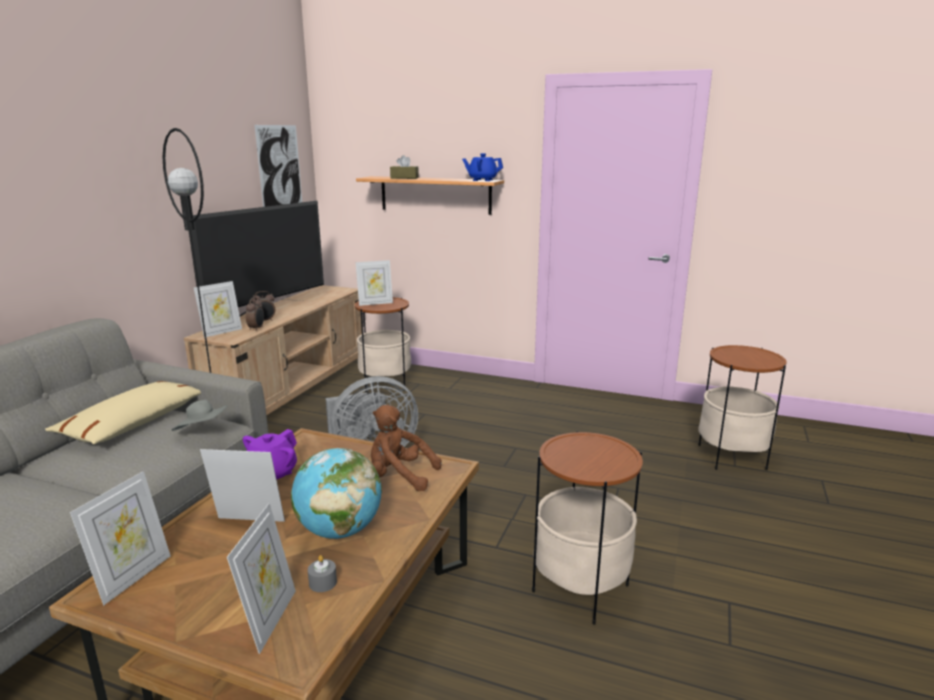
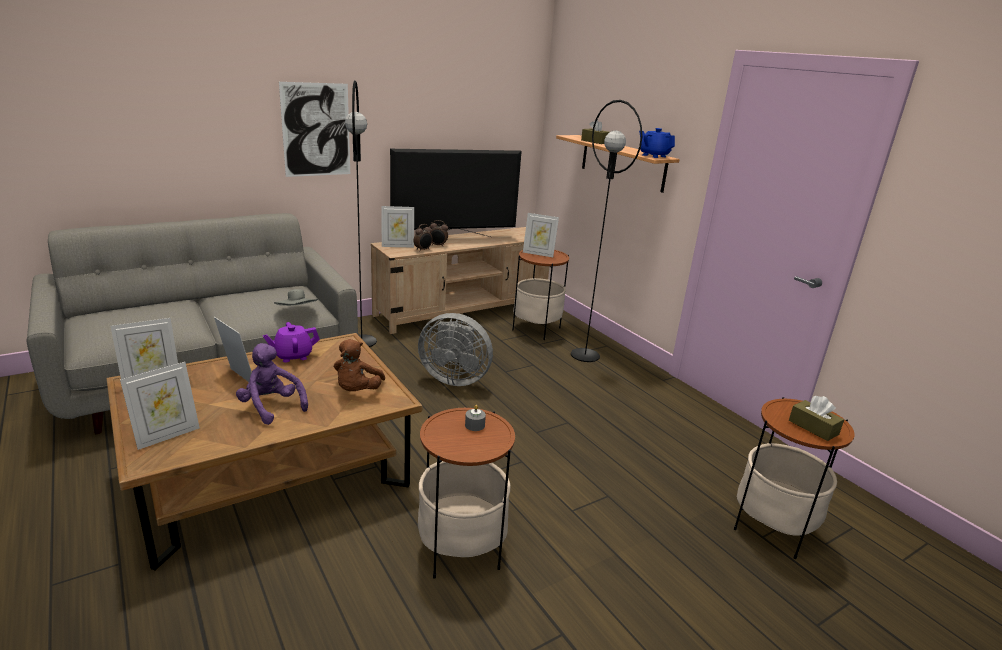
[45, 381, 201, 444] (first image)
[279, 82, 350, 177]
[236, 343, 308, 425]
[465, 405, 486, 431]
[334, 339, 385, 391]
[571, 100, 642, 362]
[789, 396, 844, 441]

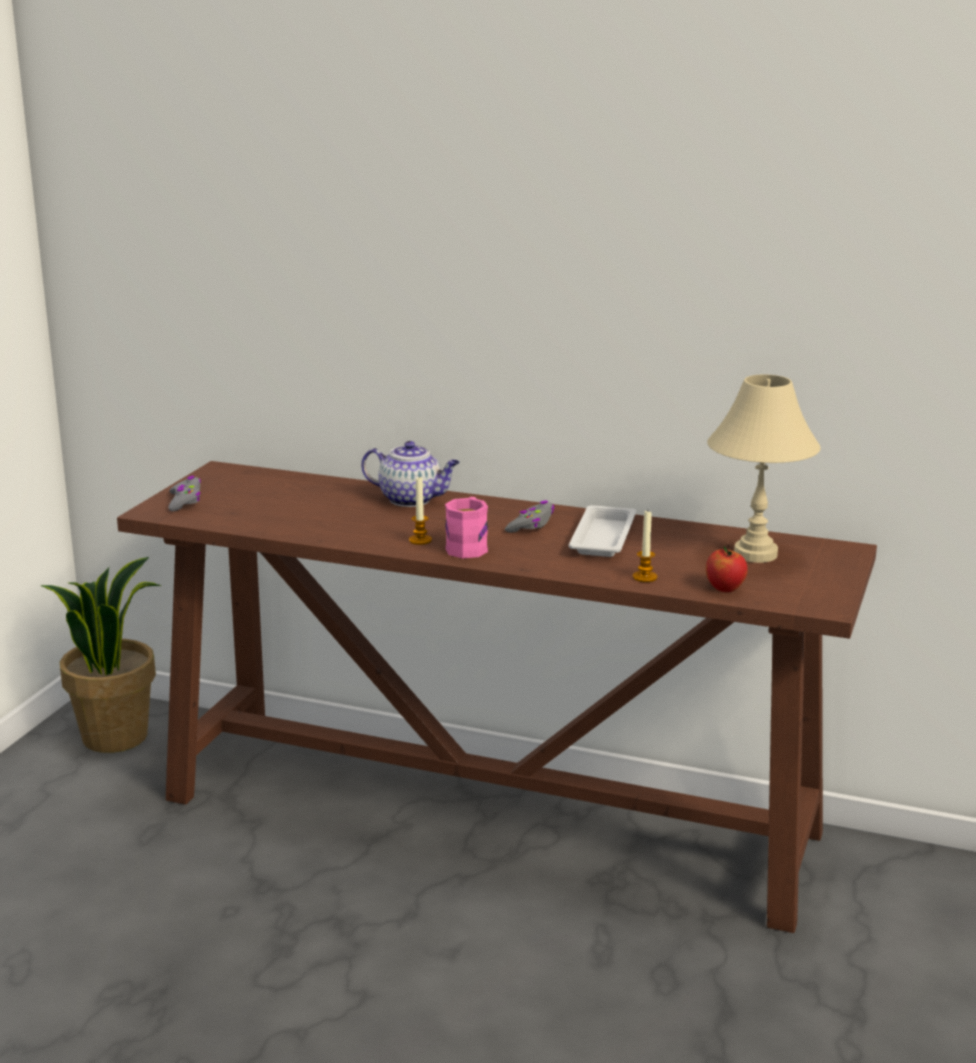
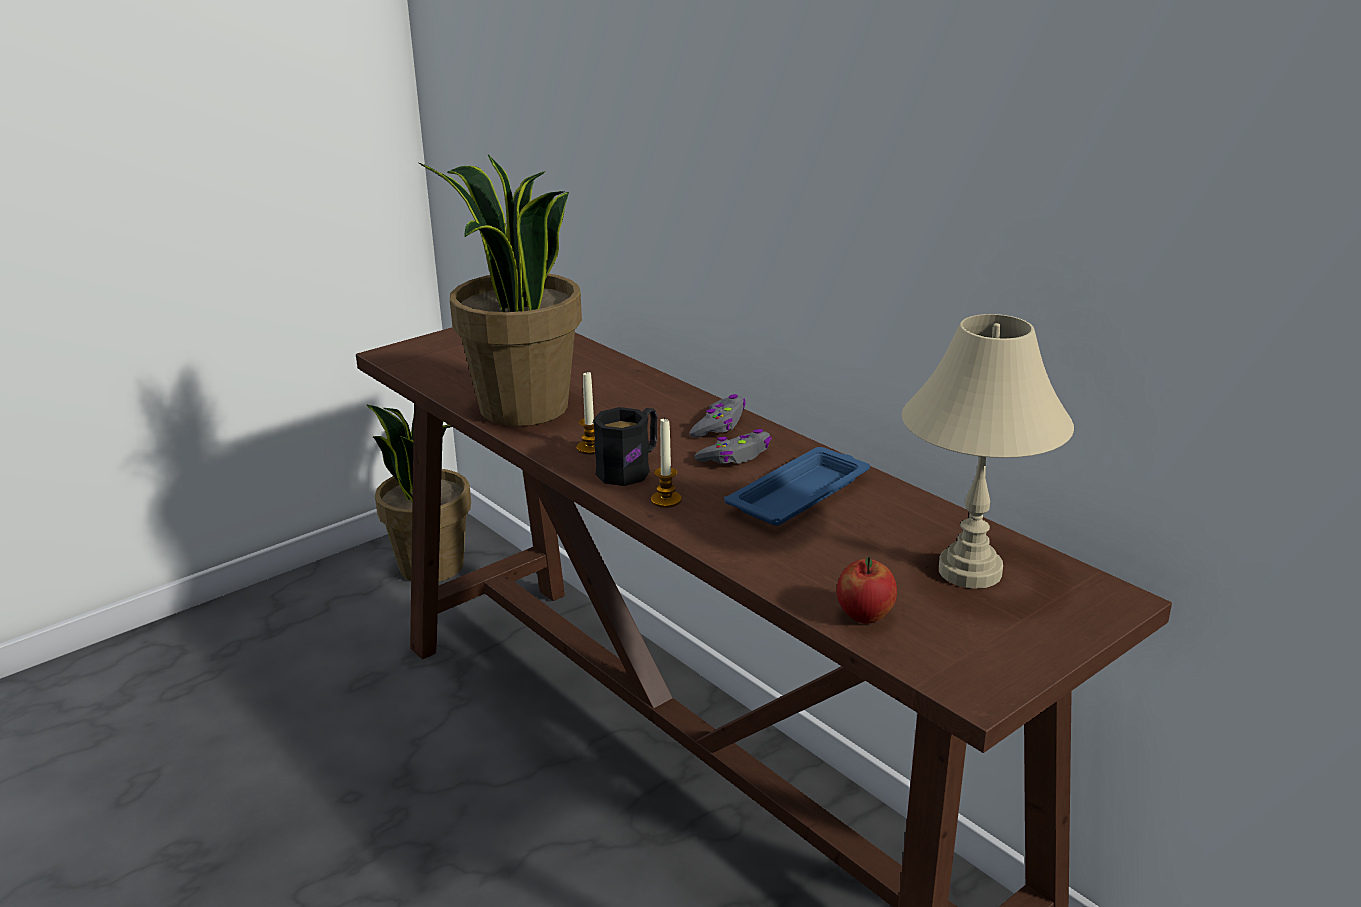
[690, 394, 746, 438]
[361, 441, 460, 507] (first image)
[593, 407, 657, 486]
[724, 447, 870, 526]
[651, 418, 682, 508]
[419, 155, 582, 426]

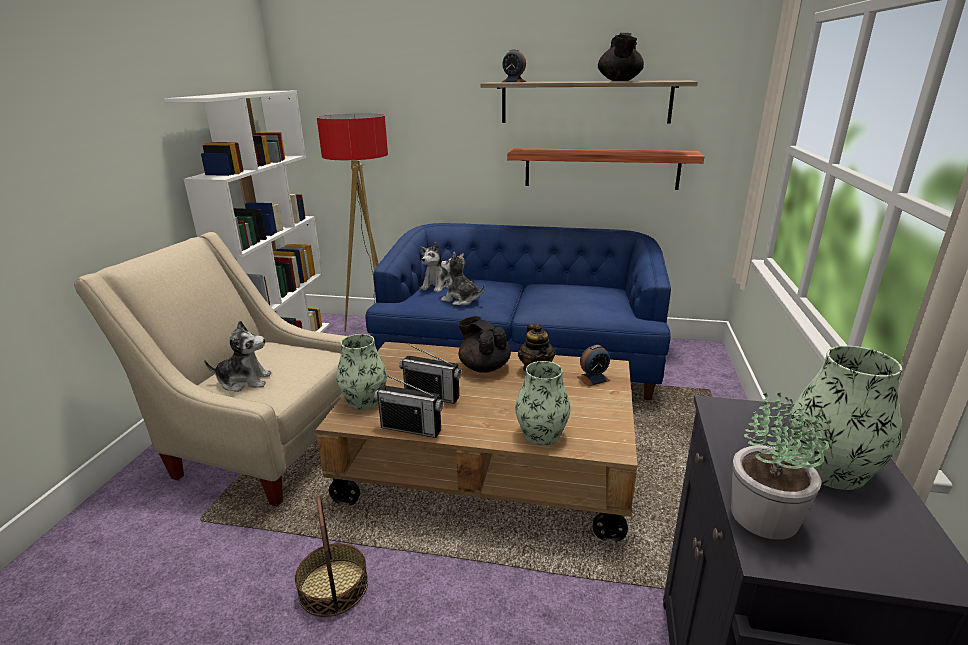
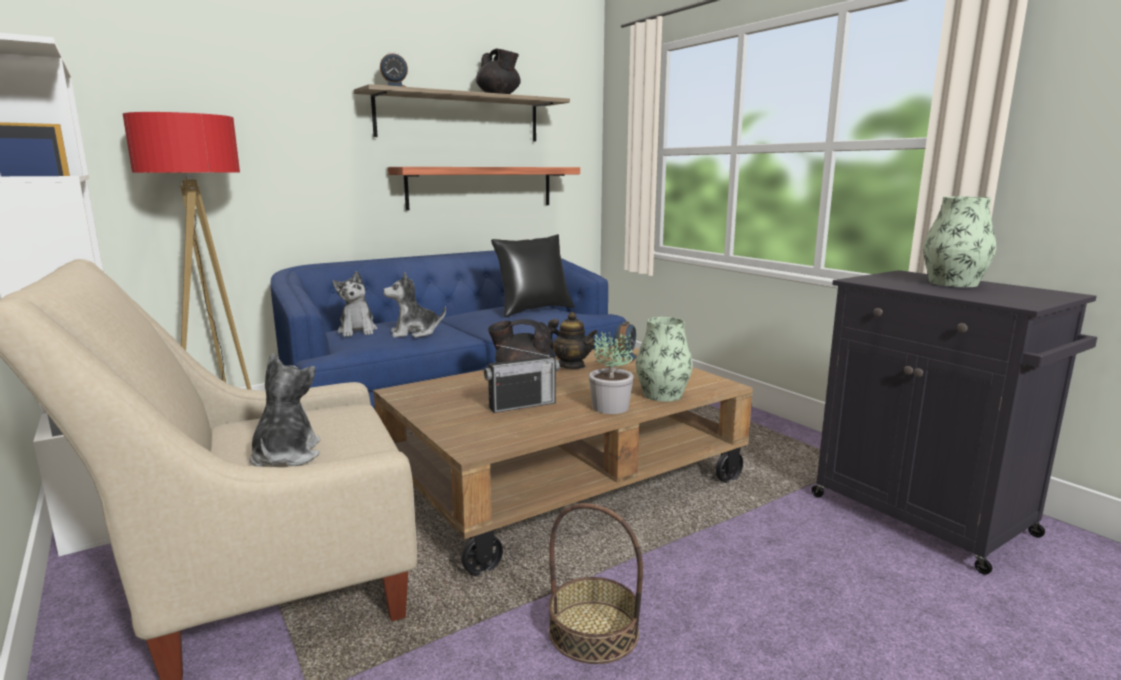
[249, 353, 320, 467]
[336, 334, 387, 410] (first image)
[374, 374, 443, 438] (first image)
[589, 332, 634, 414]
[491, 234, 575, 317]

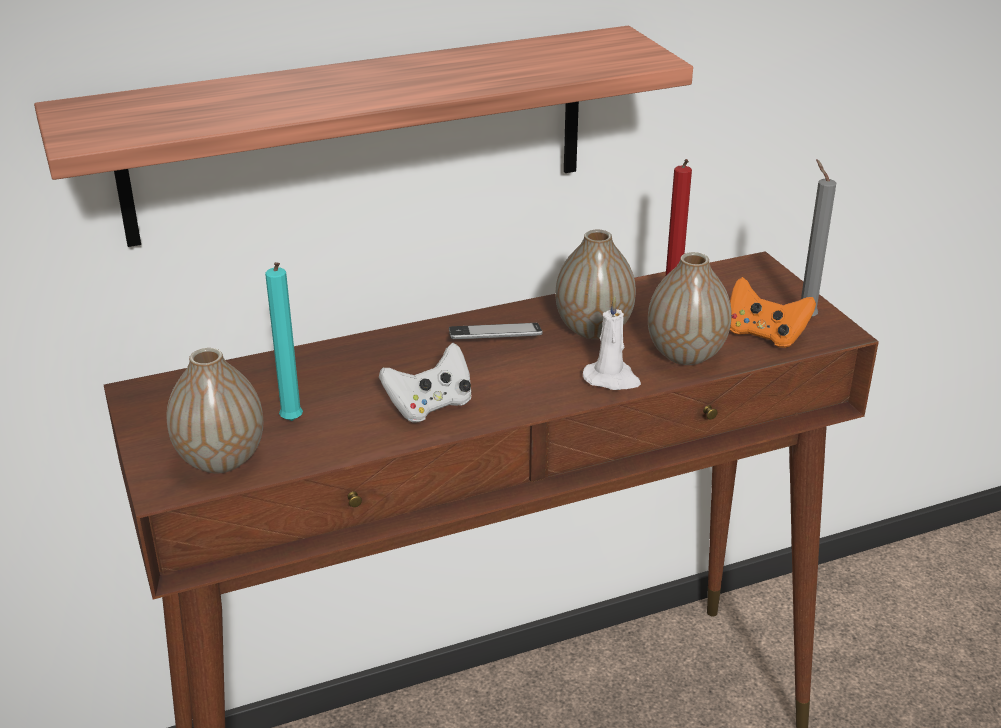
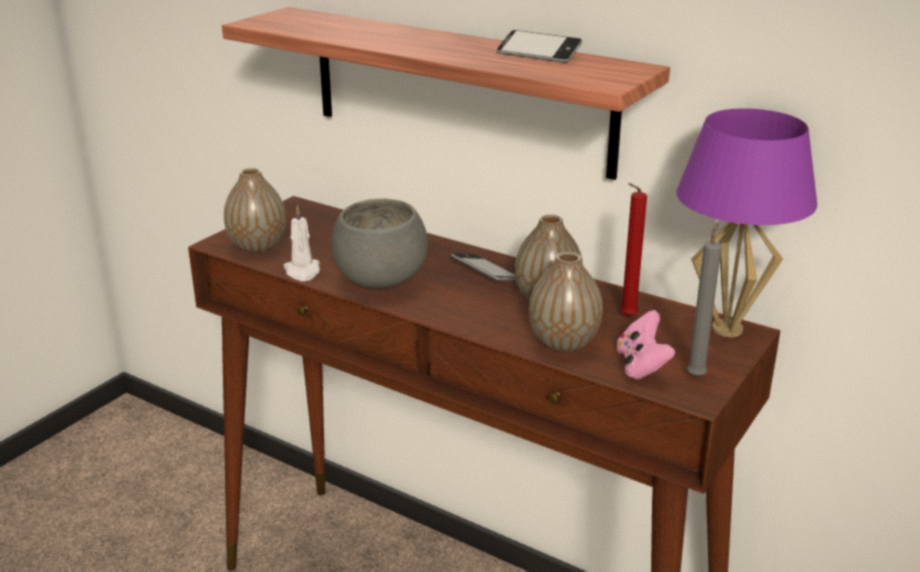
[265, 262, 303, 421] (first image)
[332, 198, 428, 289]
[283, 205, 320, 281]
[617, 310, 675, 379]
[497, 30, 582, 63]
[676, 108, 817, 337]

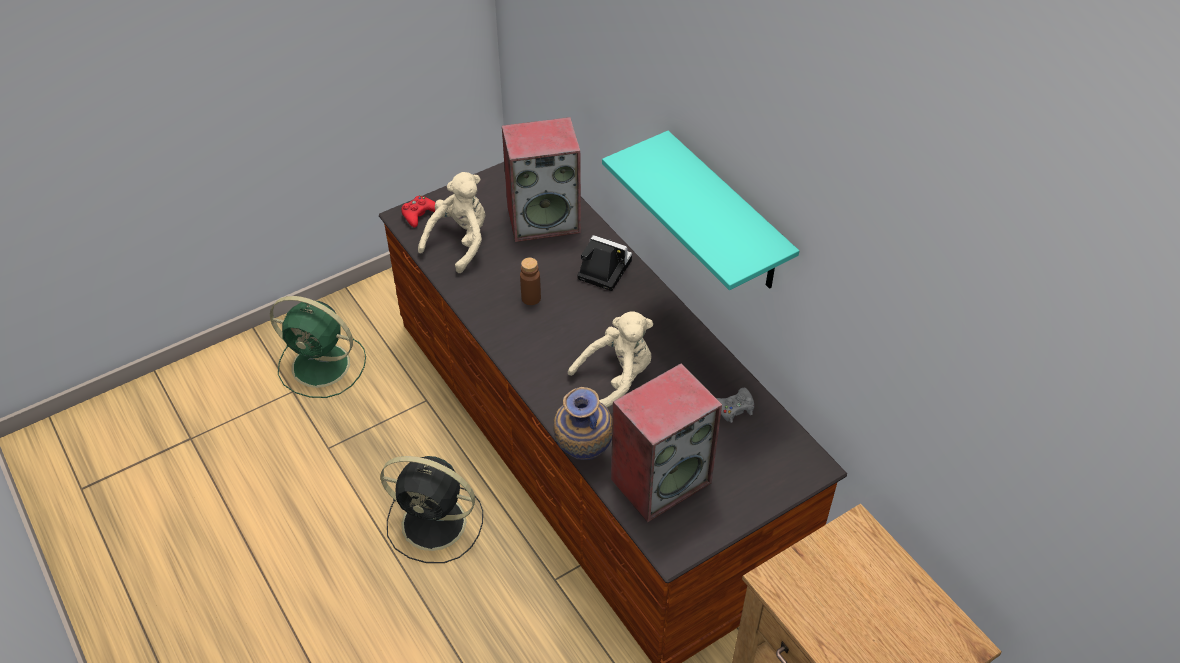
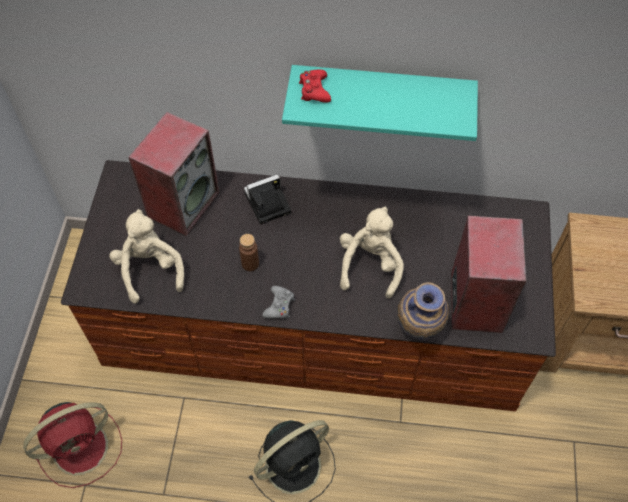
[23, 402, 122, 488]
[299, 70, 331, 103]
[262, 286, 295, 319]

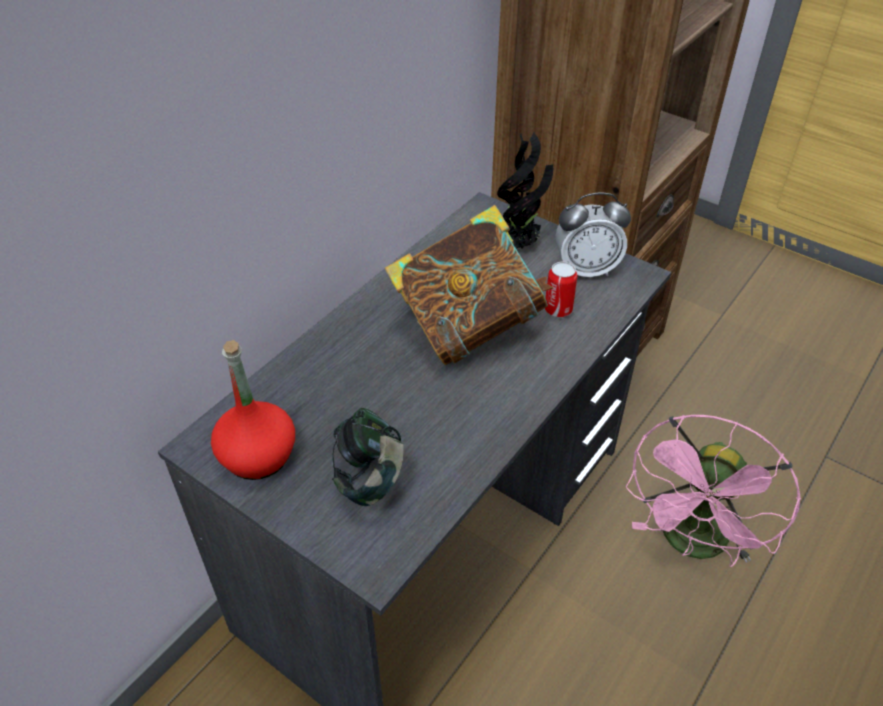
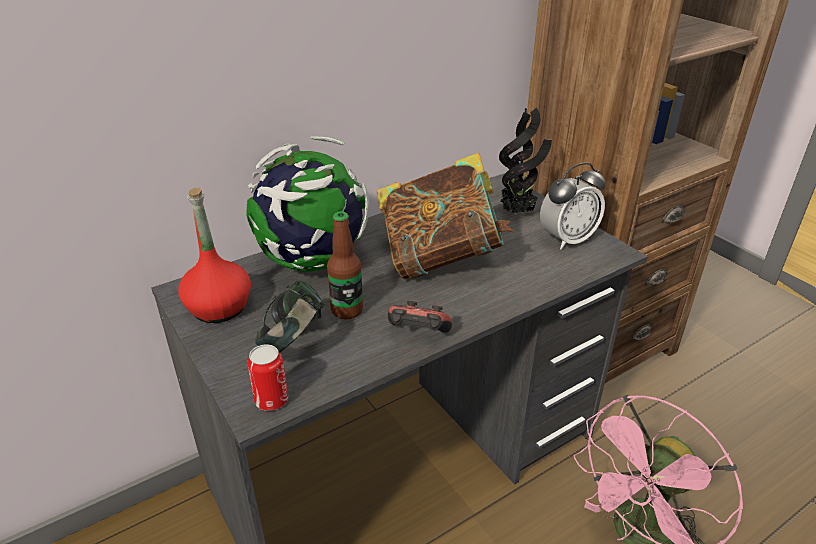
[247, 344, 288, 411]
[540, 163, 606, 250]
[247, 136, 369, 272]
[327, 212, 363, 319]
[388, 301, 452, 333]

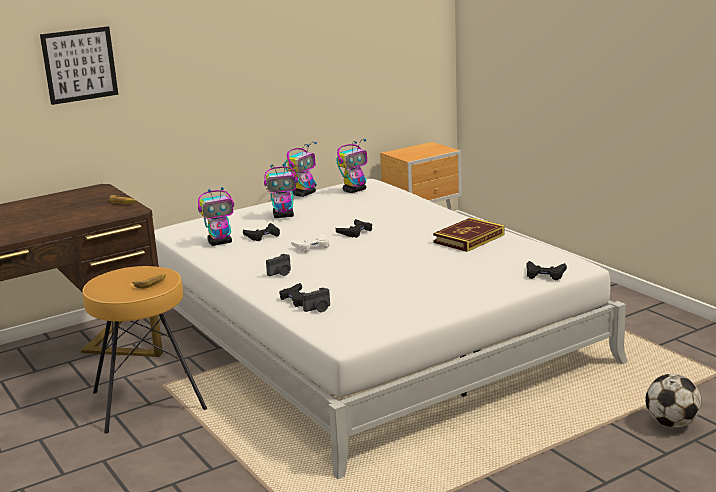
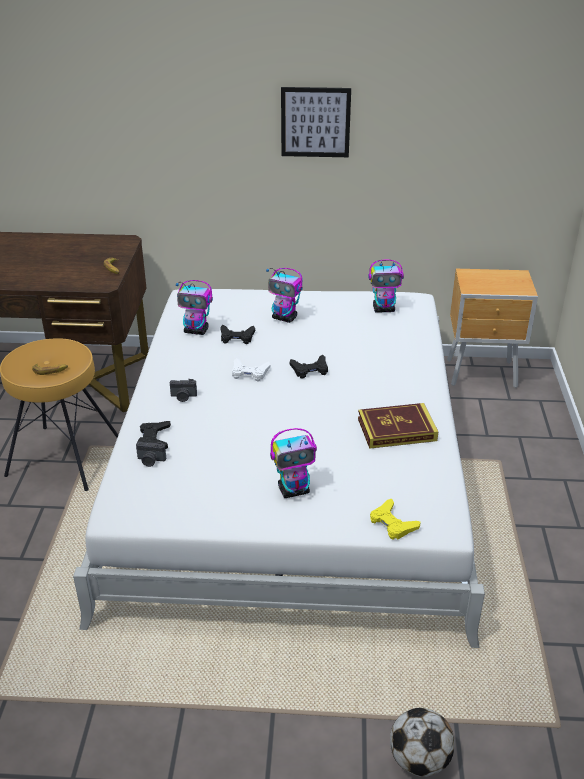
[281, 87, 351, 157]
[270, 428, 317, 498]
[370, 499, 421, 540]

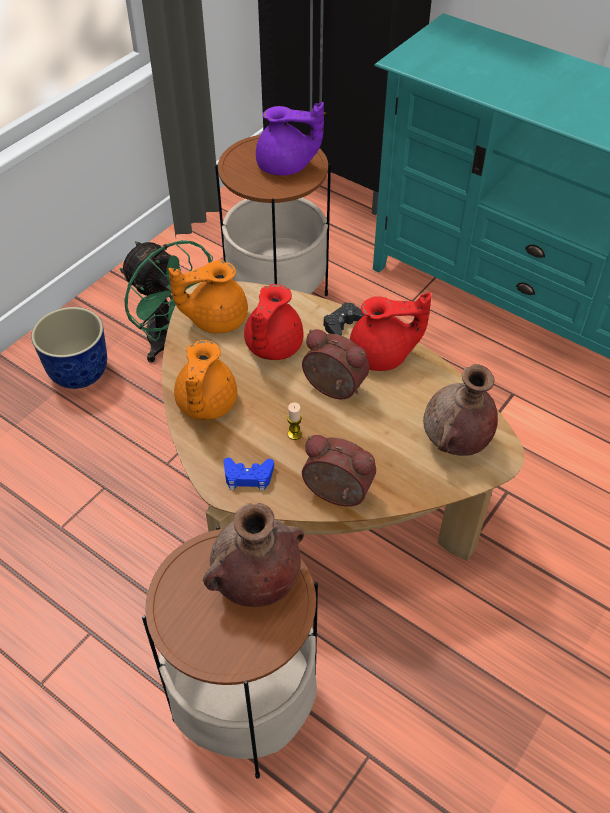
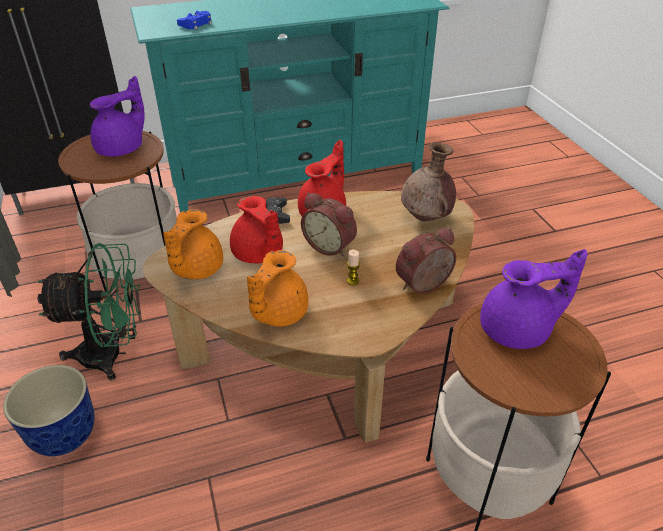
[247, 250, 309, 327]
[480, 249, 588, 349]
[177, 11, 212, 30]
[301, 193, 357, 257]

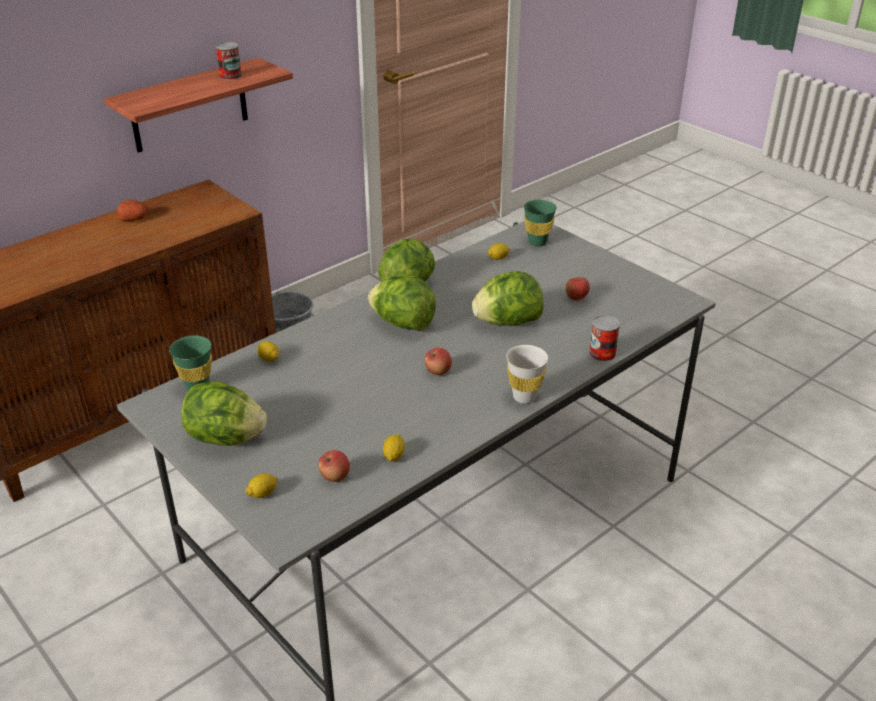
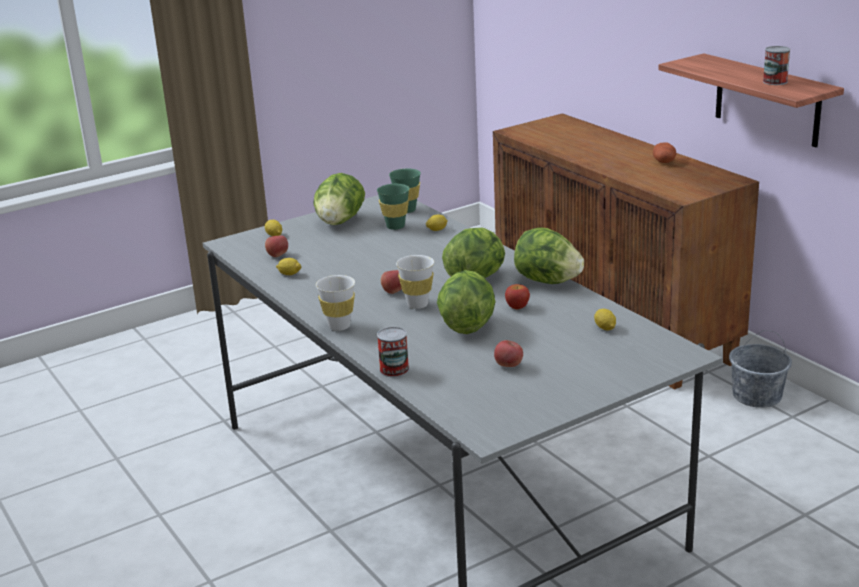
[377, 184, 410, 230]
[396, 255, 434, 309]
[505, 284, 530, 309]

